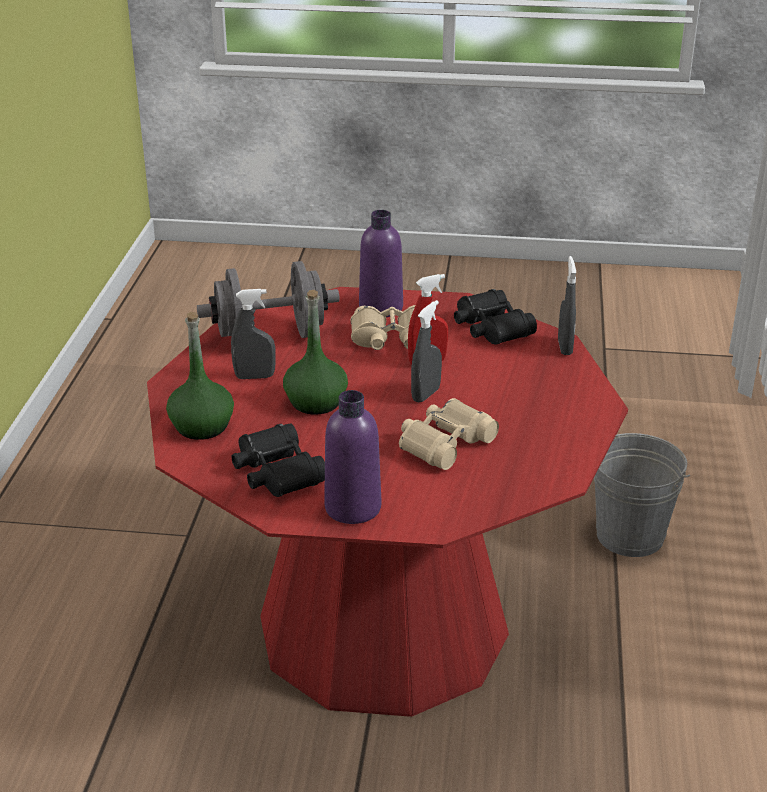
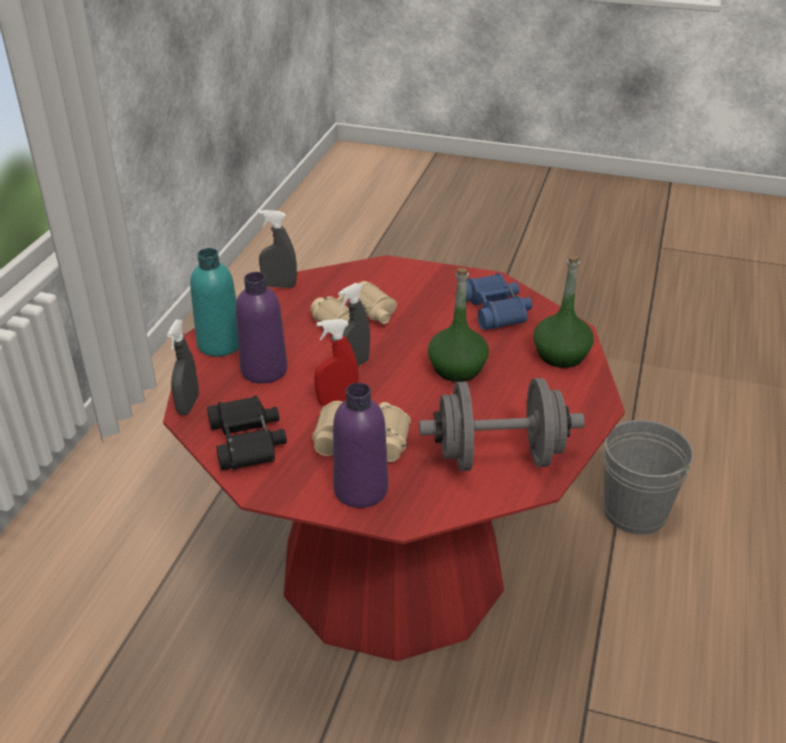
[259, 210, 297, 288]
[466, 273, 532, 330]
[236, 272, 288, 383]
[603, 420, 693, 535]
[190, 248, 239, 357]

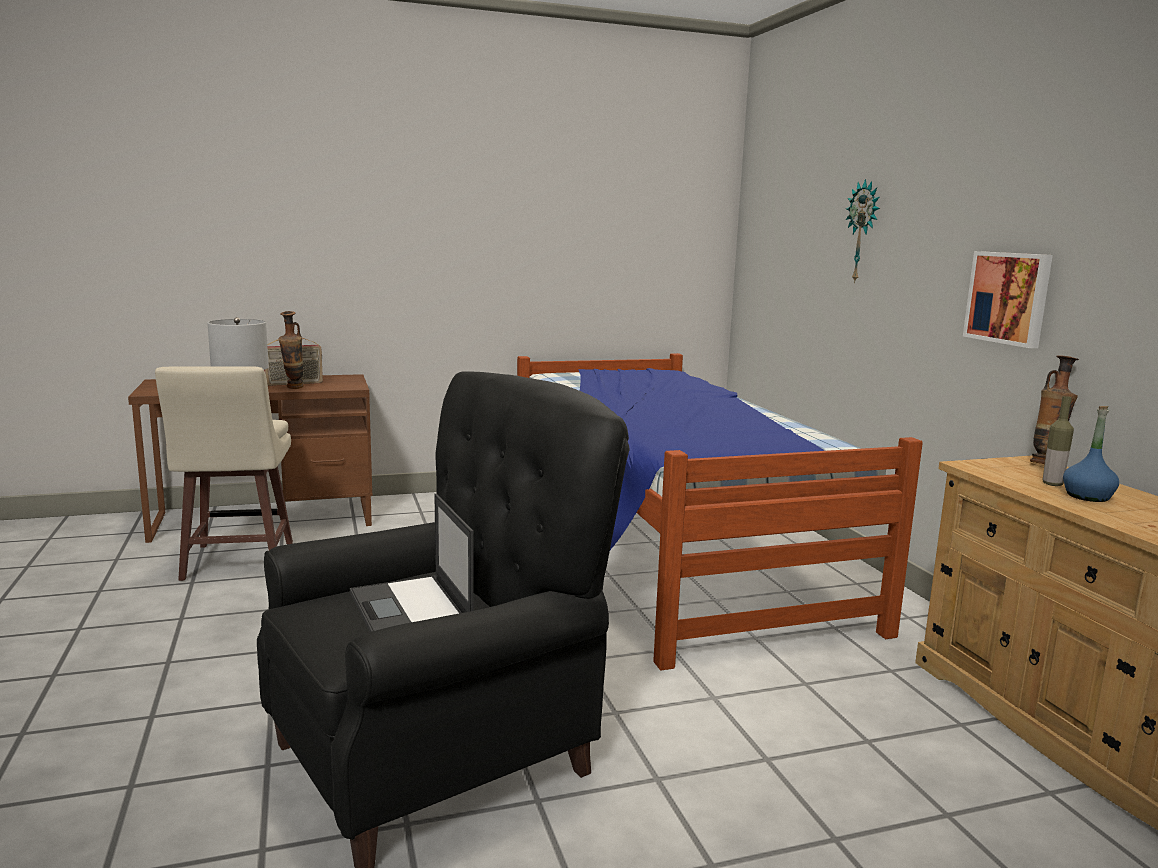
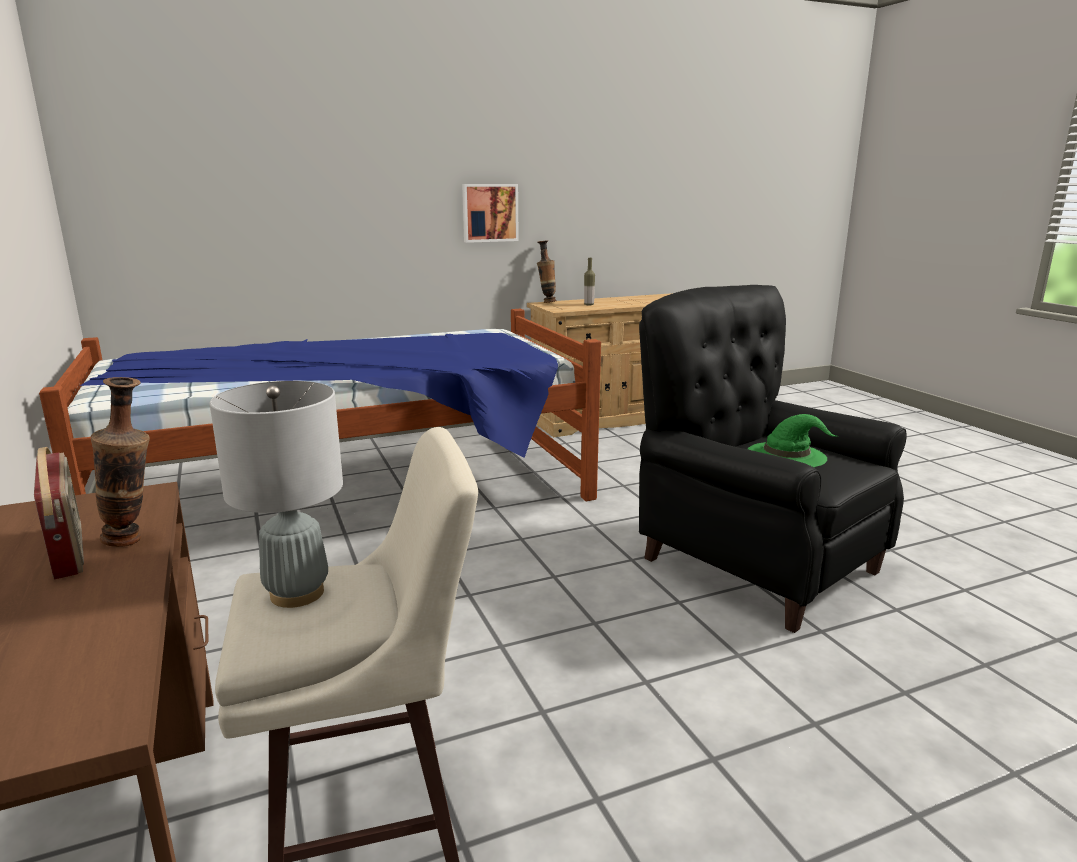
[748, 414, 837, 467]
[846, 179, 880, 283] (first image)
[1063, 406, 1119, 502] (first image)

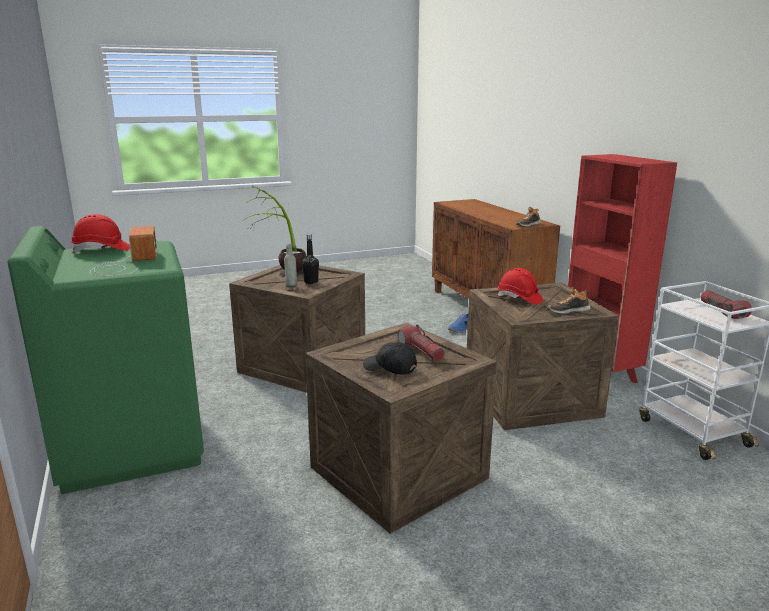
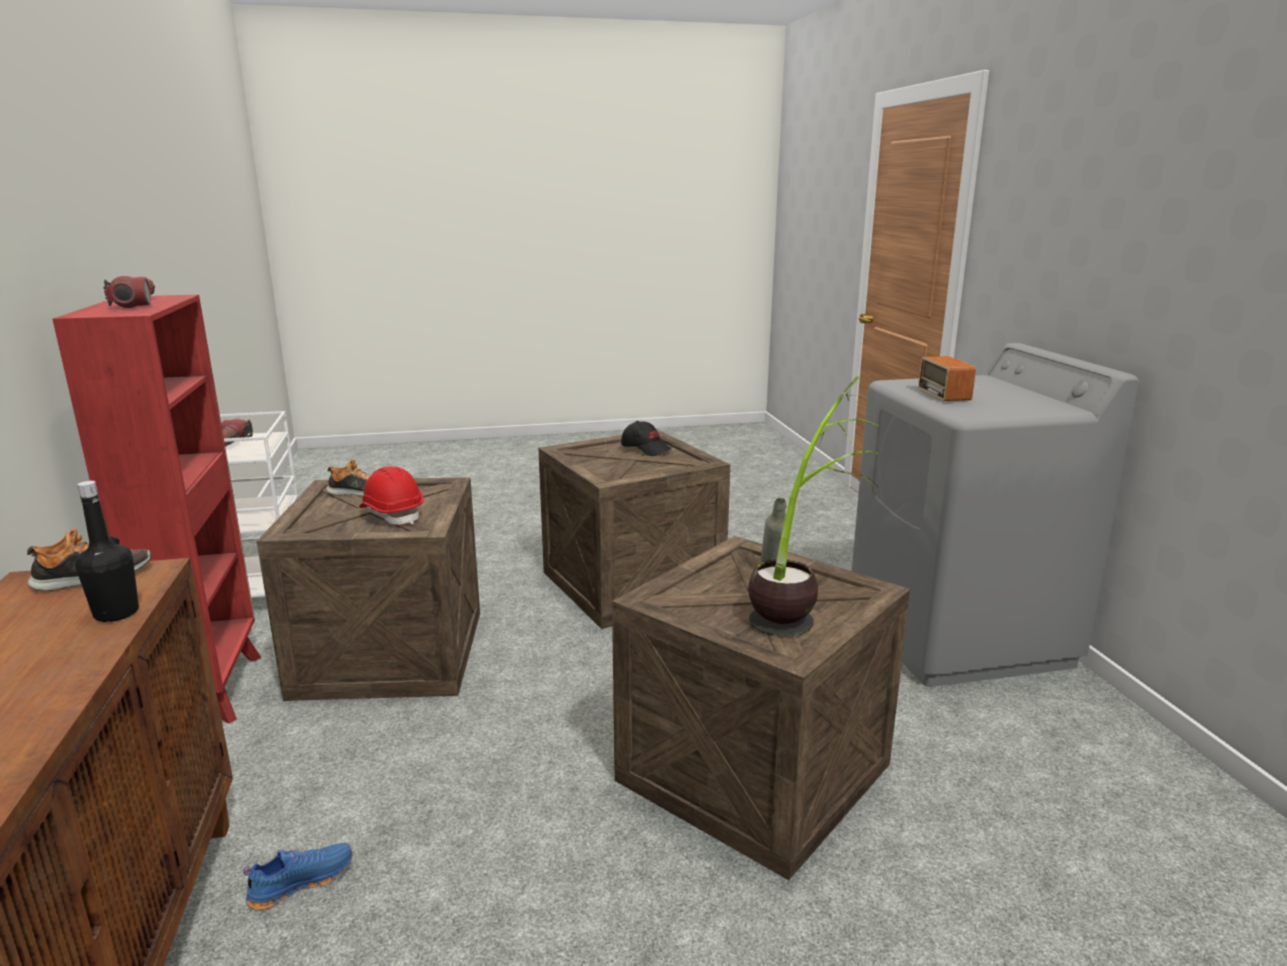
[851, 343, 1139, 687]
[71, 214, 130, 252] (first image)
[75, 481, 139, 622]
[104, 276, 155, 308]

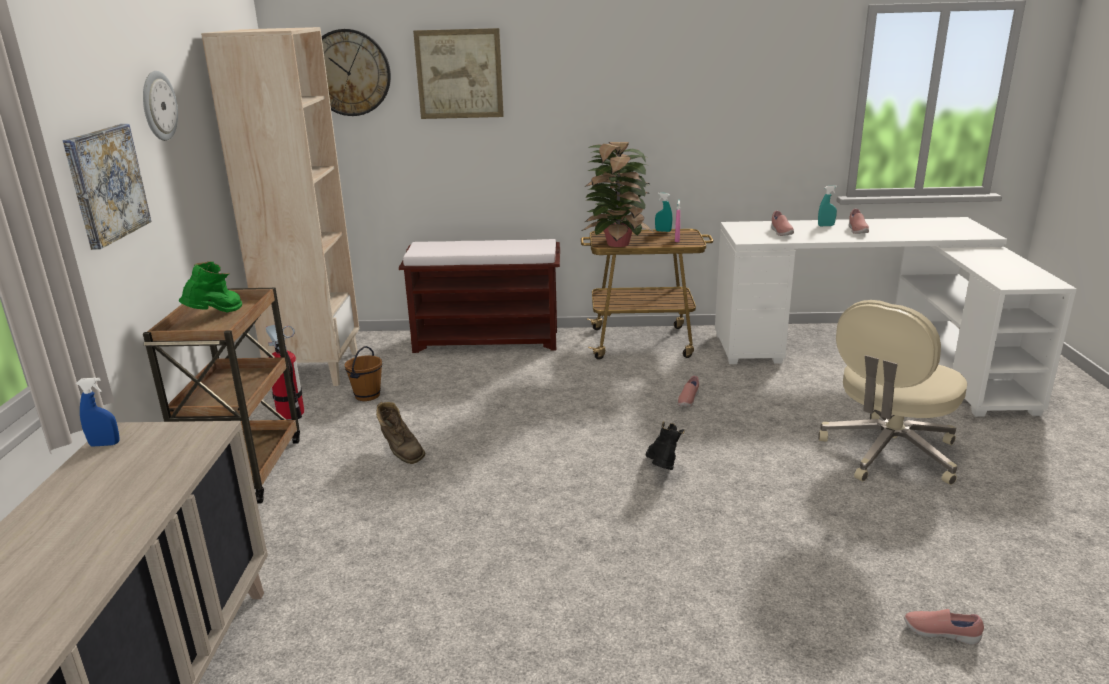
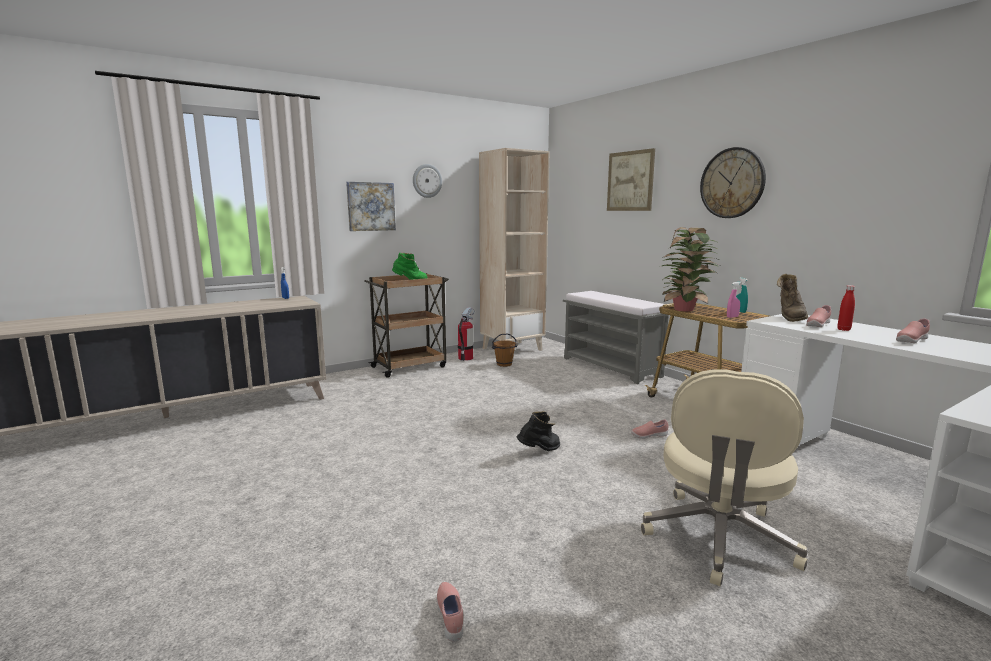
[700, 147, 766, 218]
[777, 274, 808, 322]
[563, 291, 669, 384]
[818, 186, 837, 226] (first image)
[641, 369, 808, 587]
[837, 285, 855, 331]

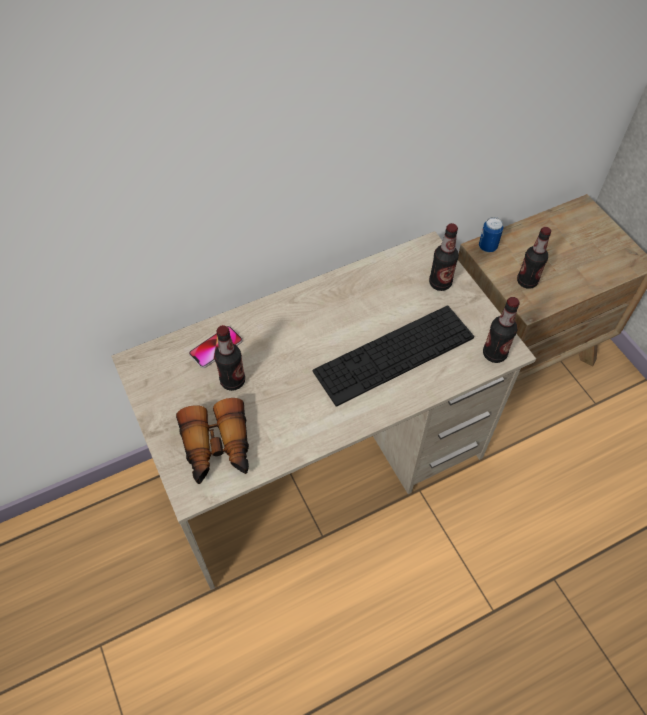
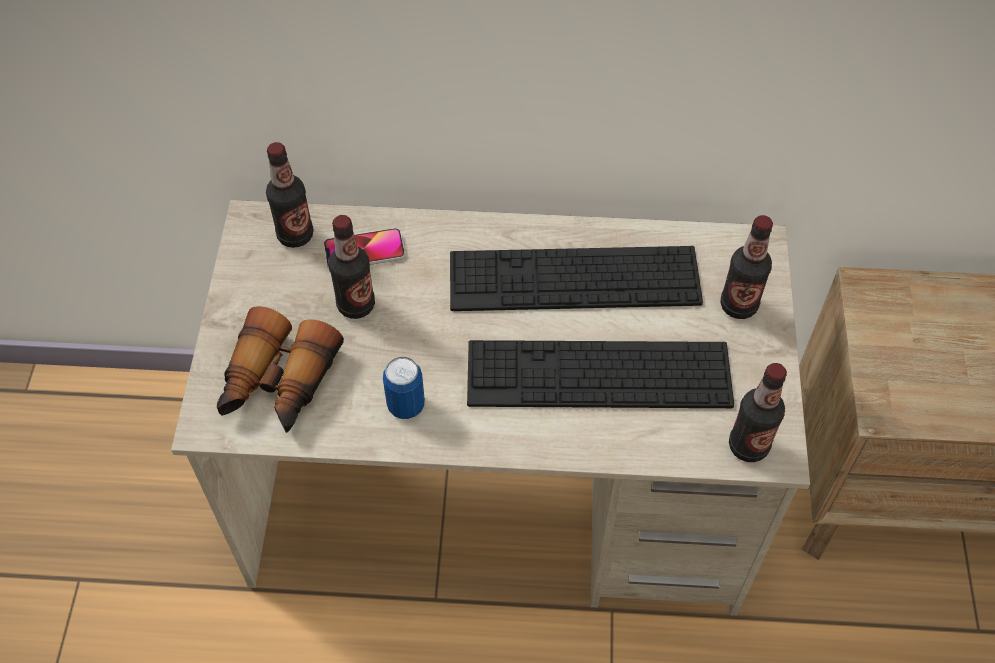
[383, 357, 425, 419]
[266, 142, 313, 248]
[450, 246, 703, 311]

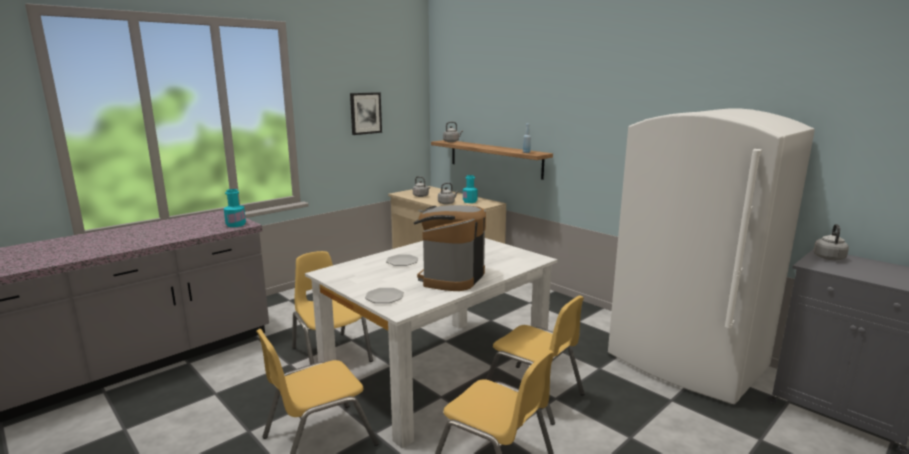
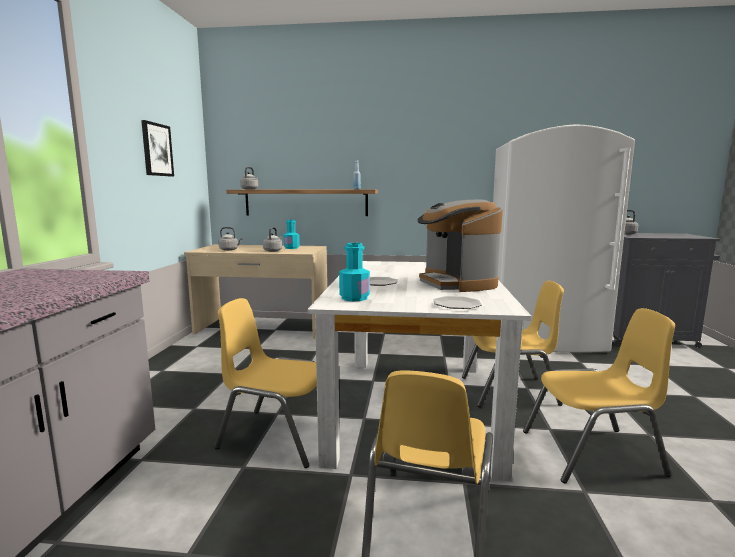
[339, 243, 370, 301]

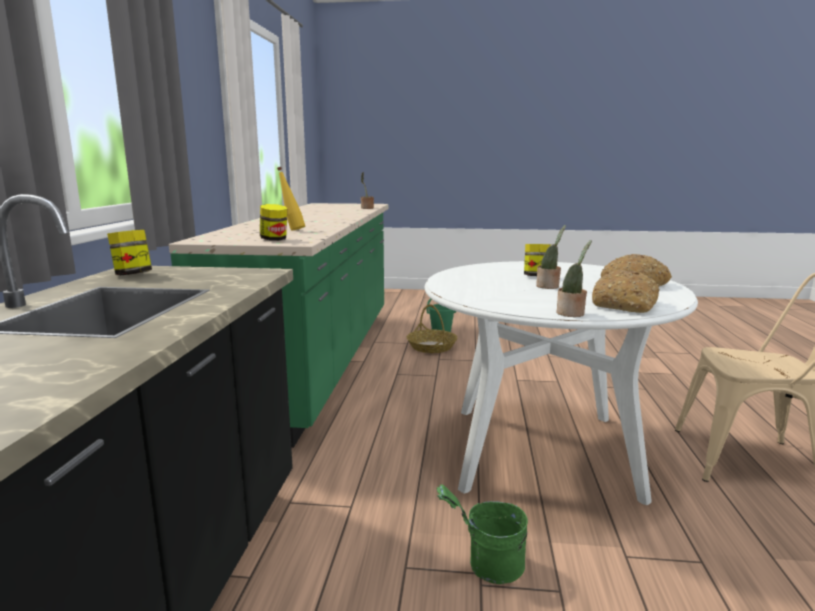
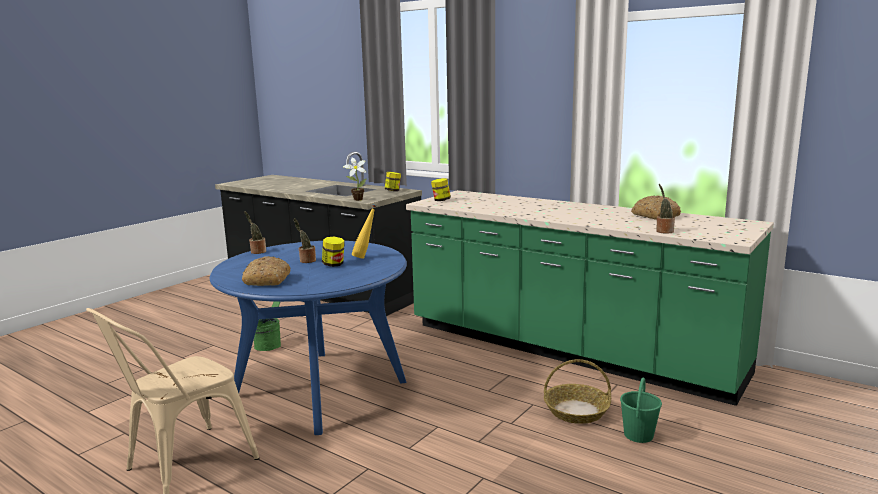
[351, 204, 376, 259]
[210, 241, 407, 435]
[631, 195, 681, 220]
[343, 157, 367, 201]

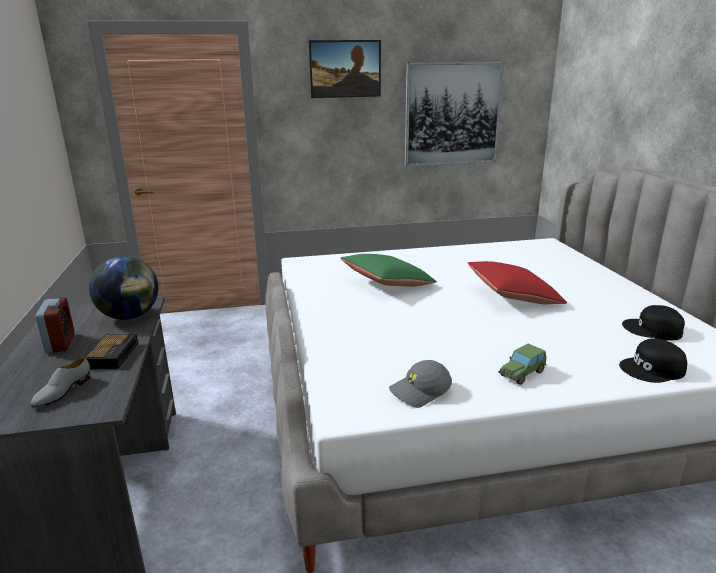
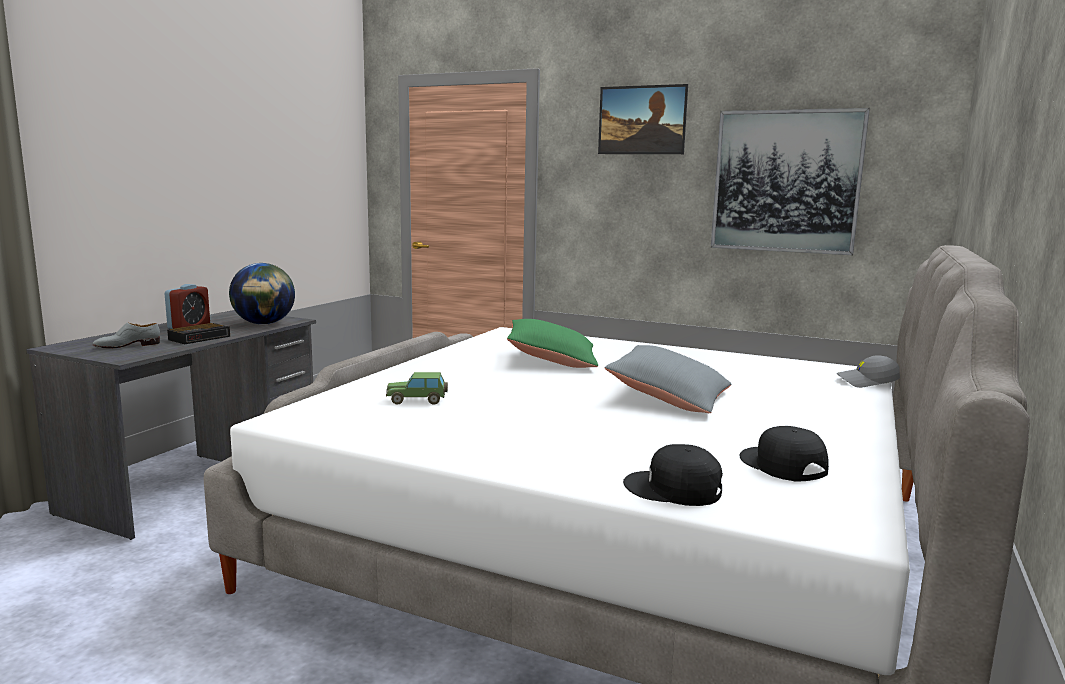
[837, 355, 900, 388]
[605, 345, 732, 413]
[386, 372, 448, 405]

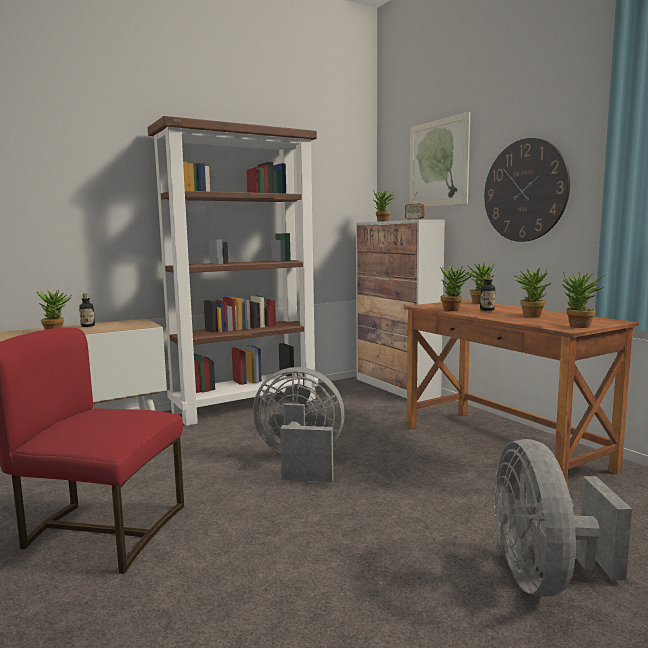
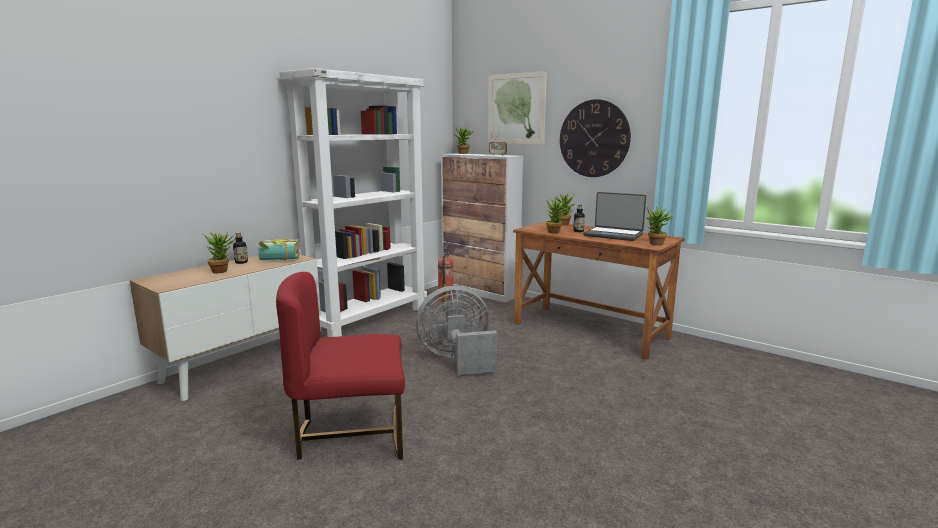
[280, 68, 427, 337]
[494, 439, 632, 597] (first image)
[583, 192, 646, 241]
[258, 239, 300, 260]
[438, 244, 453, 302]

